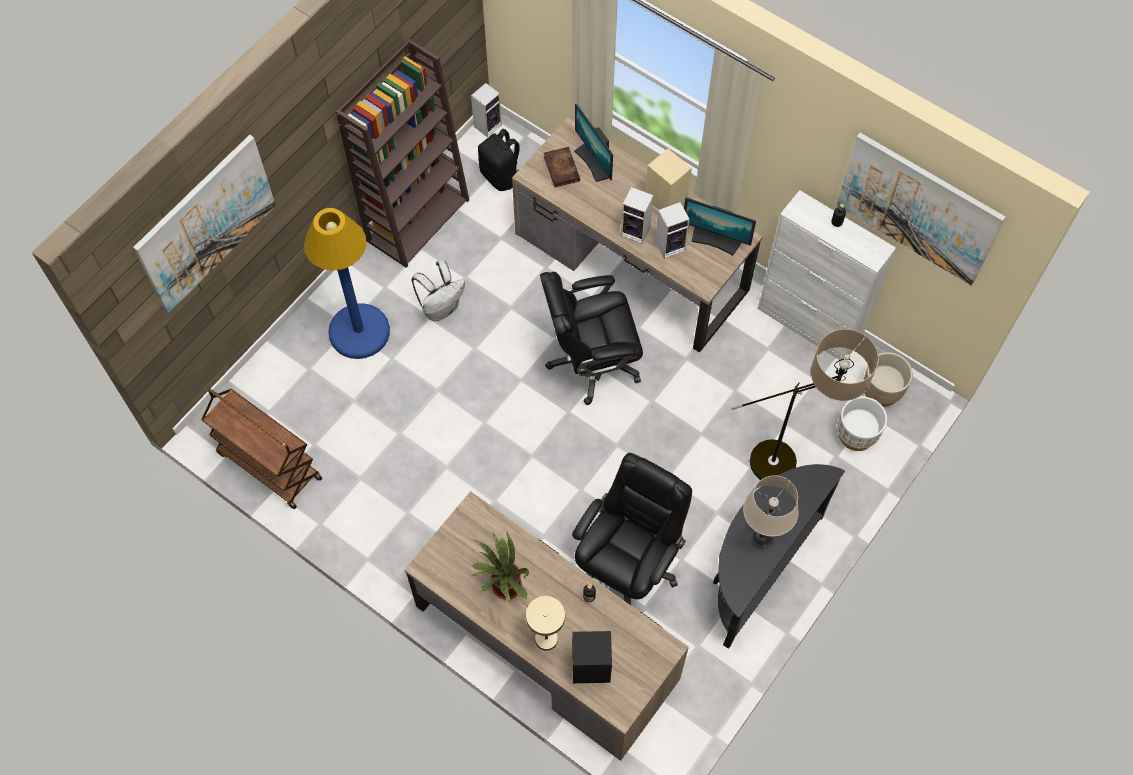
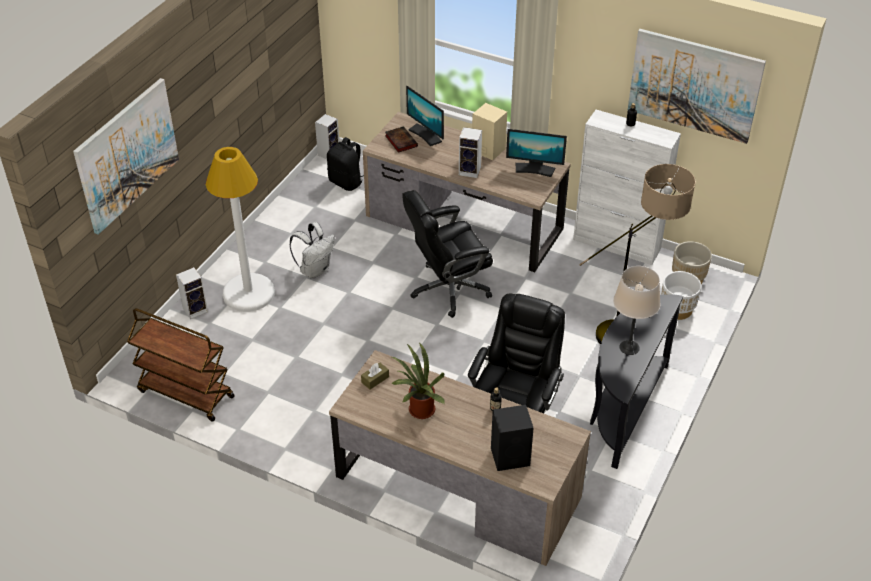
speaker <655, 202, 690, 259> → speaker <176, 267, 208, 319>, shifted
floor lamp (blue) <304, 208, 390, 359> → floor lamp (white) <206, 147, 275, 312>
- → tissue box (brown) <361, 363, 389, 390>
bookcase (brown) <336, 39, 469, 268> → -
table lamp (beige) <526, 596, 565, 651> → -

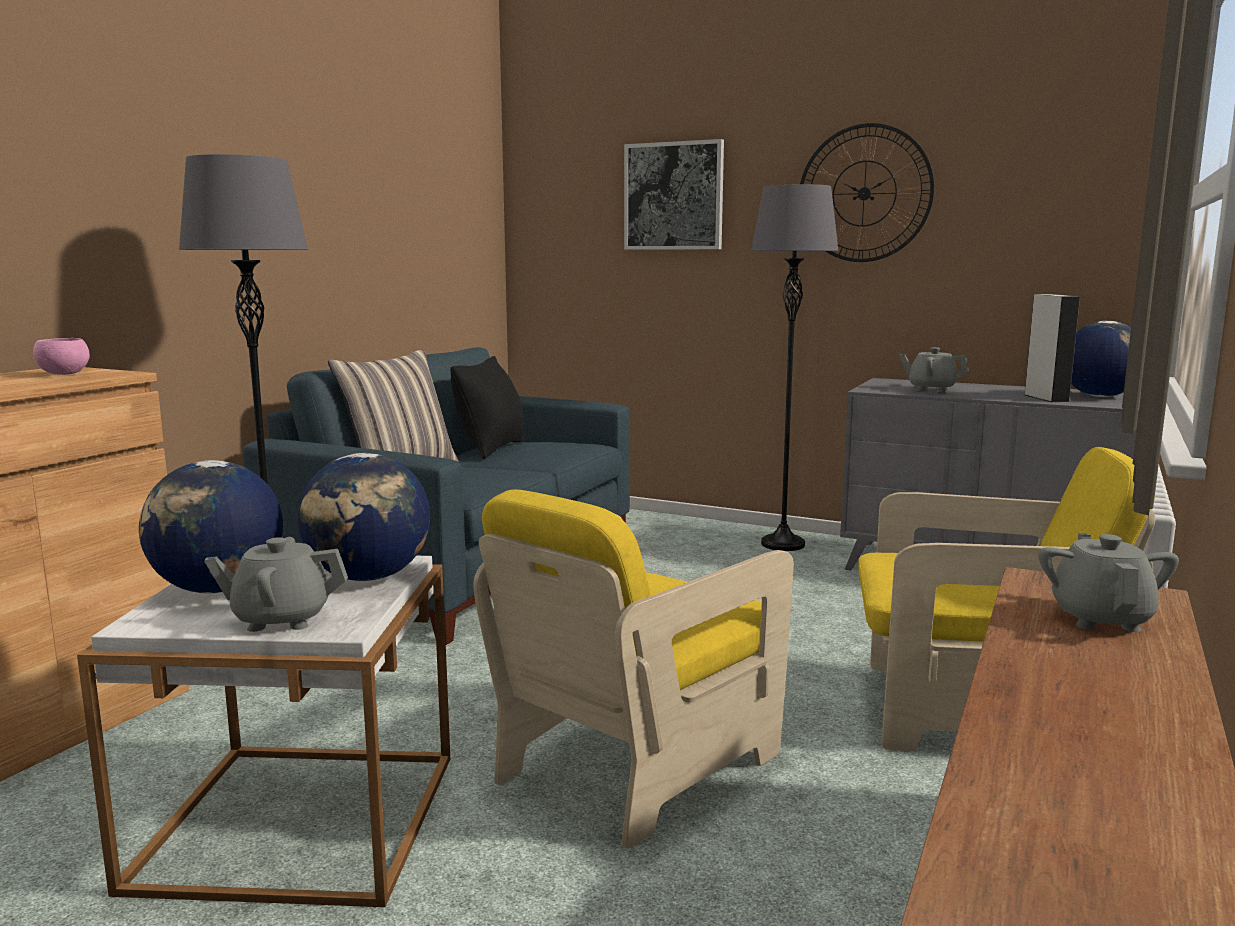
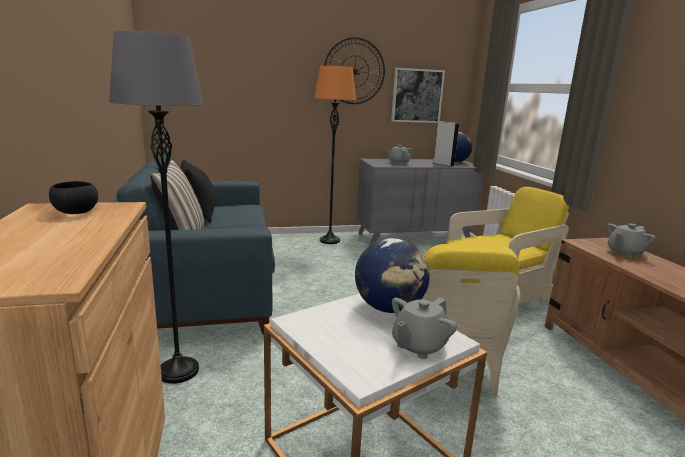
bowl (pink) <33, 338, 90, 375> → bowl (black) <49, 181, 98, 214>
floor lamp (grey) <751, 184, 839, 551> → floor lamp (orange) <314, 66, 356, 244>
picture <624, 139, 724, 250> → picture <391, 68, 445, 123>, shifted
teapot (grey) <1038, 533, 1179, 632> → teapot (grey) <607, 223, 656, 258>, 90 degrees counterclockwise
globe <139, 460, 283, 593> → -

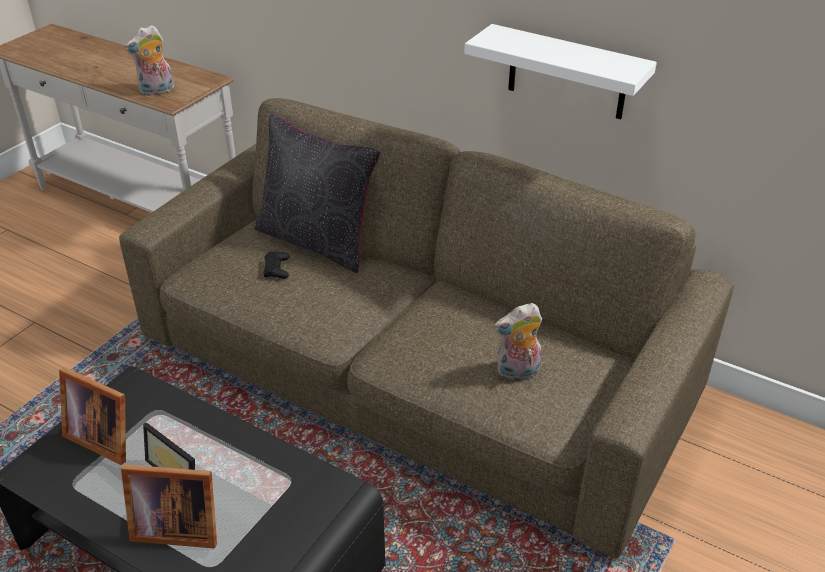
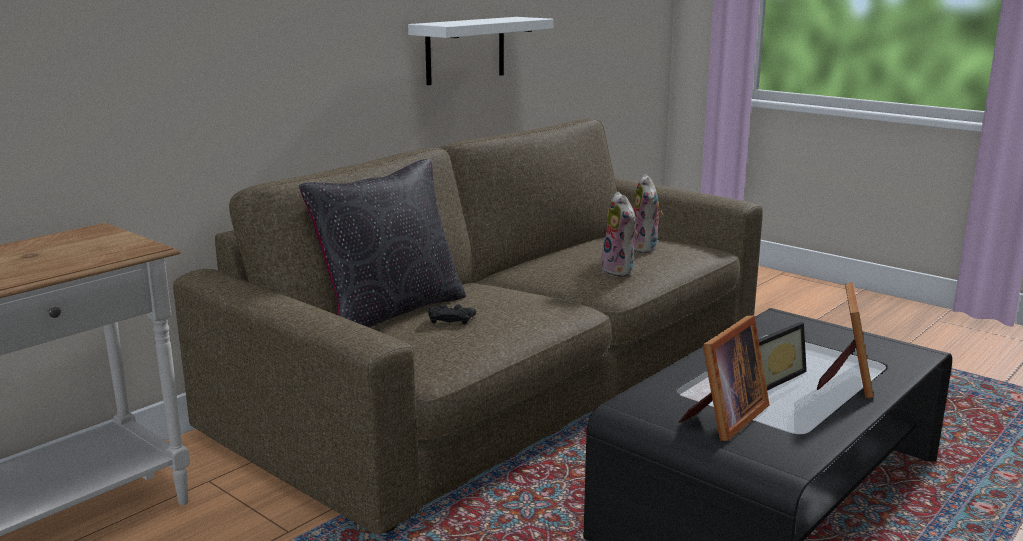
plush toy <124, 25, 174, 96> → plush toy <601, 192, 638, 277>, shifted

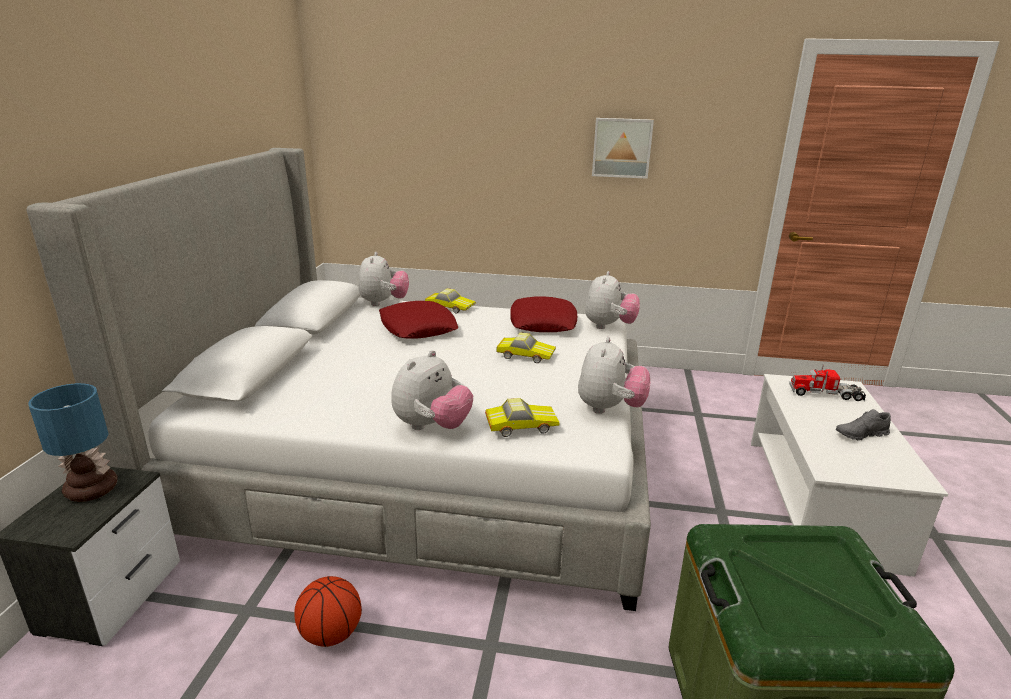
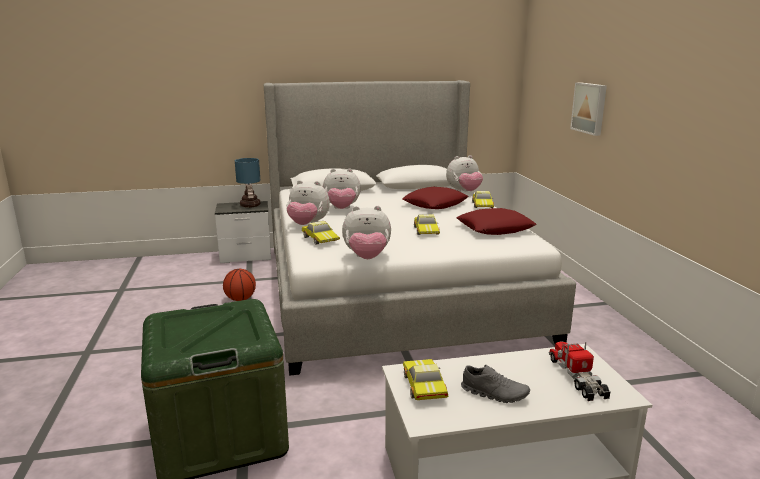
plush toy <585, 271, 640, 329> → plush toy <323, 168, 361, 209>, shifted
- → toy car <403, 359, 448, 400>
shoe (grey) <836, 409, 891, 440> → shoe (grey) <461, 365, 530, 403>, 150 degrees clockwise
picture <592, 118, 654, 179> → picture <570, 82, 607, 136>, shifted

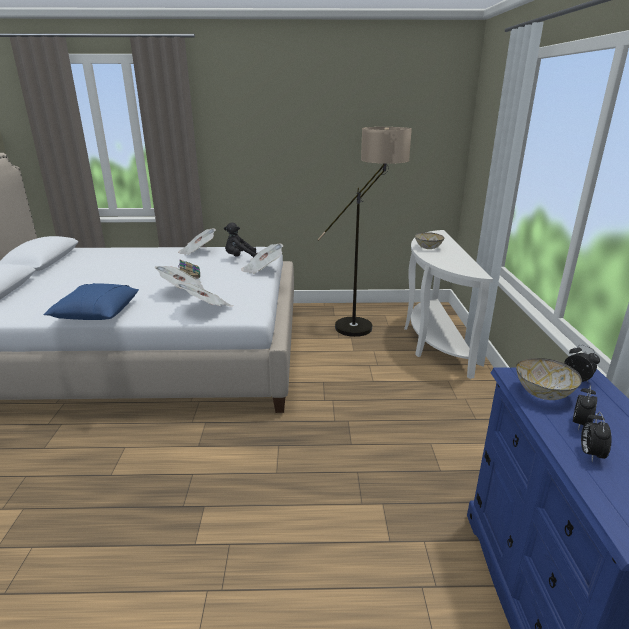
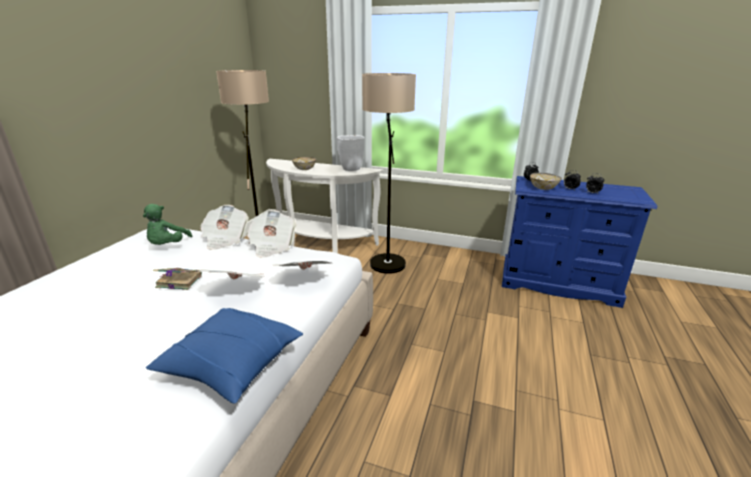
plush toy (black) <224, 223, 257, 257> → plush toy (green) <143, 204, 192, 245>
newspaper <178, 228, 216, 255> → newspaper <246, 210, 296, 258>, shifted
- → vase (white) <337, 135, 364, 171>
- → floor lamp <362, 73, 416, 274>

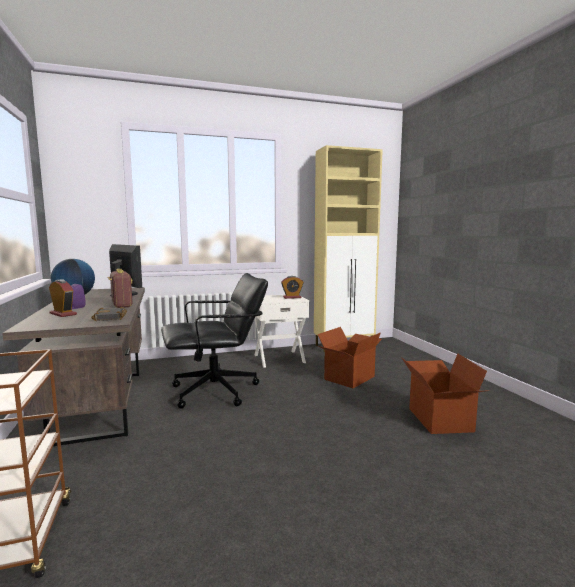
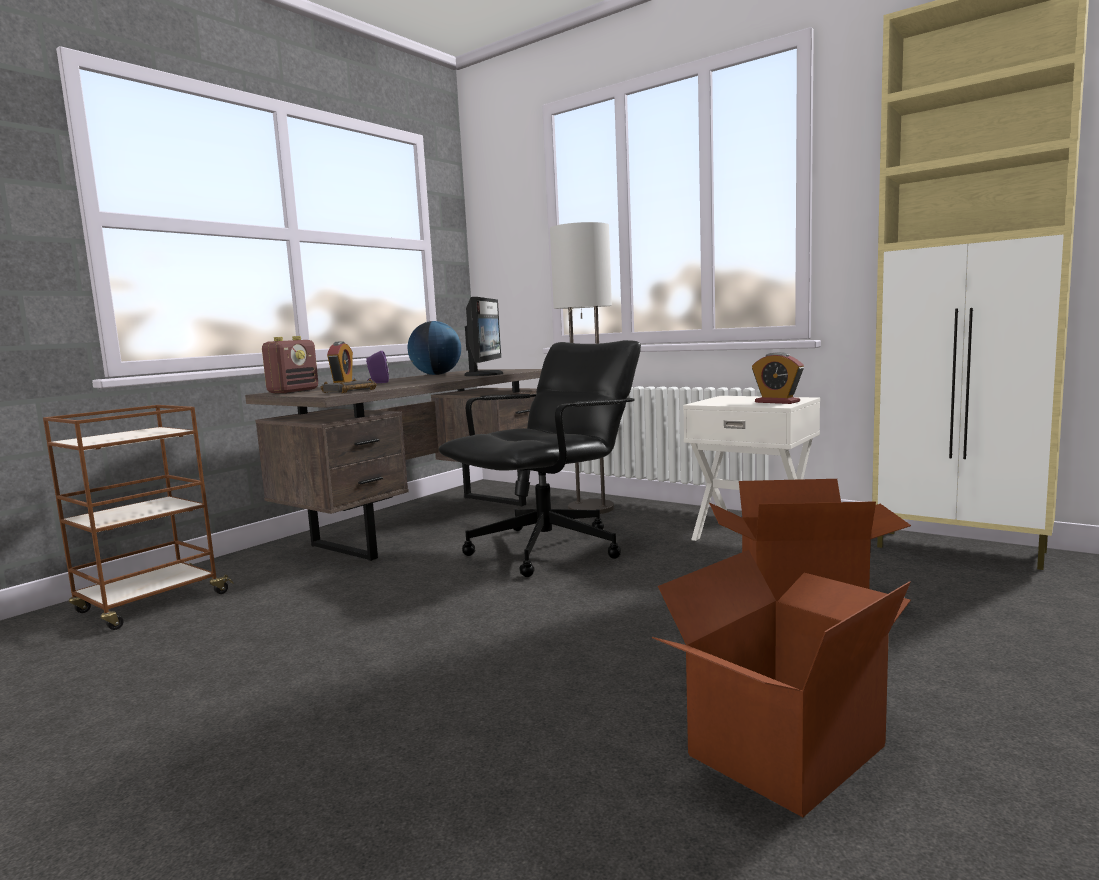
radio <108, 269, 133, 308> → radio <262, 336, 318, 394>, shifted
office chair (black) <161, 273, 268, 409> → office chair (black) <439, 340, 641, 577>, 75 degrees counterclockwise
- → floor lamp <550, 222, 614, 514>

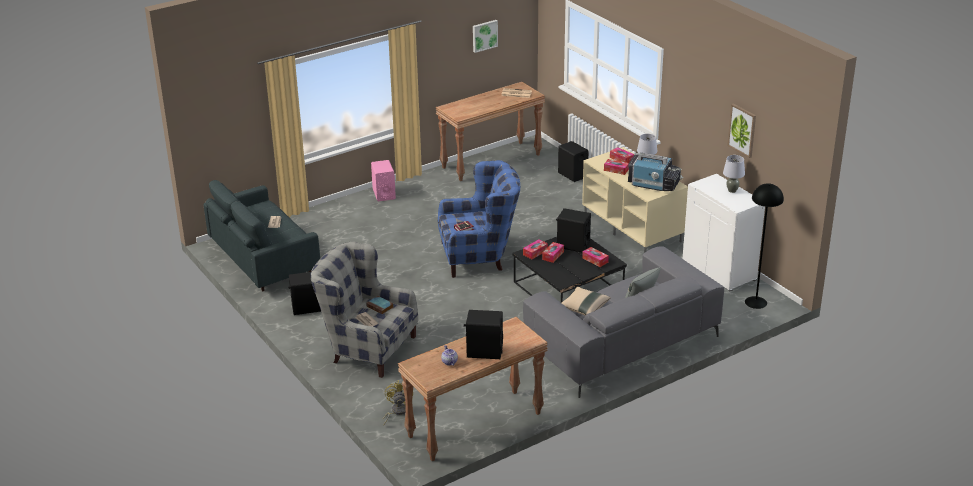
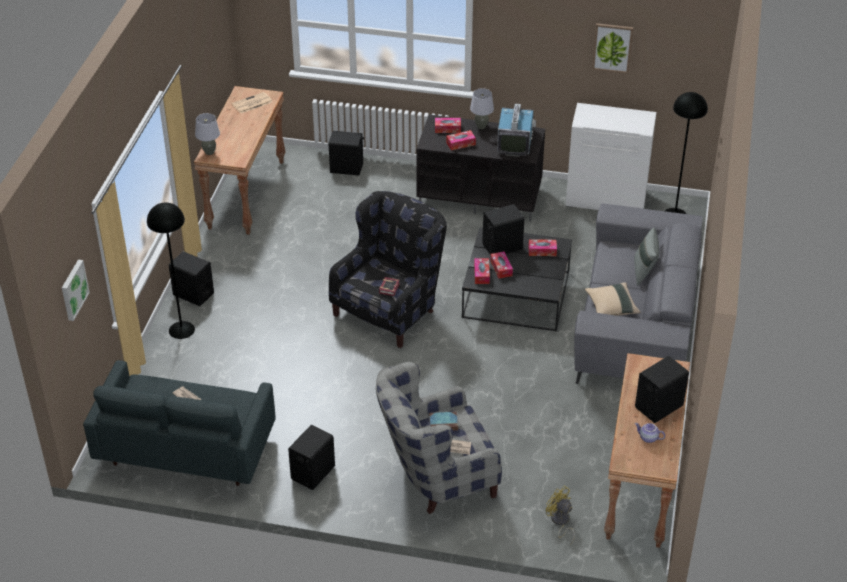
picture <473, 20, 498, 53> → picture <62, 260, 90, 321>, shifted
- → floor lamp (black) <147, 202, 195, 339>
speaker (pink) <371, 160, 396, 201> → speaker (black) <169, 251, 214, 306>
table lamp (grey) <723, 155, 745, 193> → table lamp (grey) <195, 113, 220, 155>, shifted
armchair (blue) <438, 160, 520, 278> → armchair (black) <329, 191, 447, 348>
tv stand (beige) <582, 147, 688, 253> → tv stand (black) <416, 114, 545, 222>
television <628, 152, 683, 191> → television <497, 104, 536, 157>, 60 degrees counterclockwise

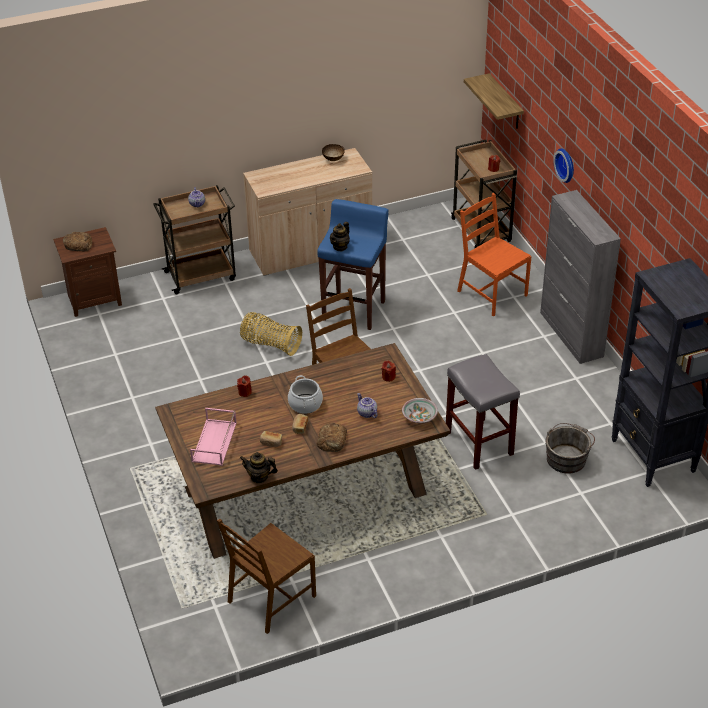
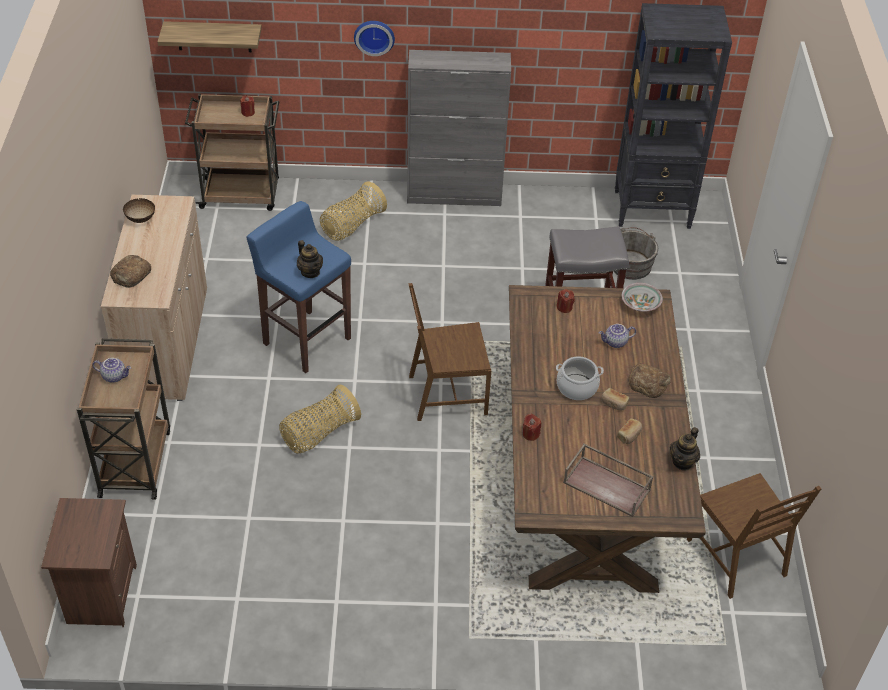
bread <63, 232, 92, 252> → bread <110, 255, 151, 288>, shifted
chair (orange) <457, 193, 532, 317> → basket <320, 181, 387, 241>
tray (pink) <190, 408, 237, 466> → tray (brown) <563, 443, 654, 517>

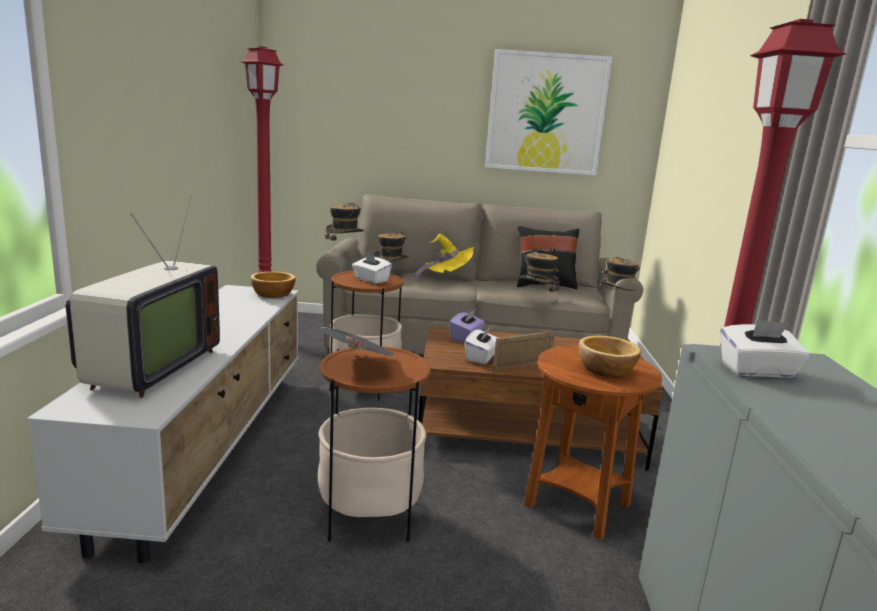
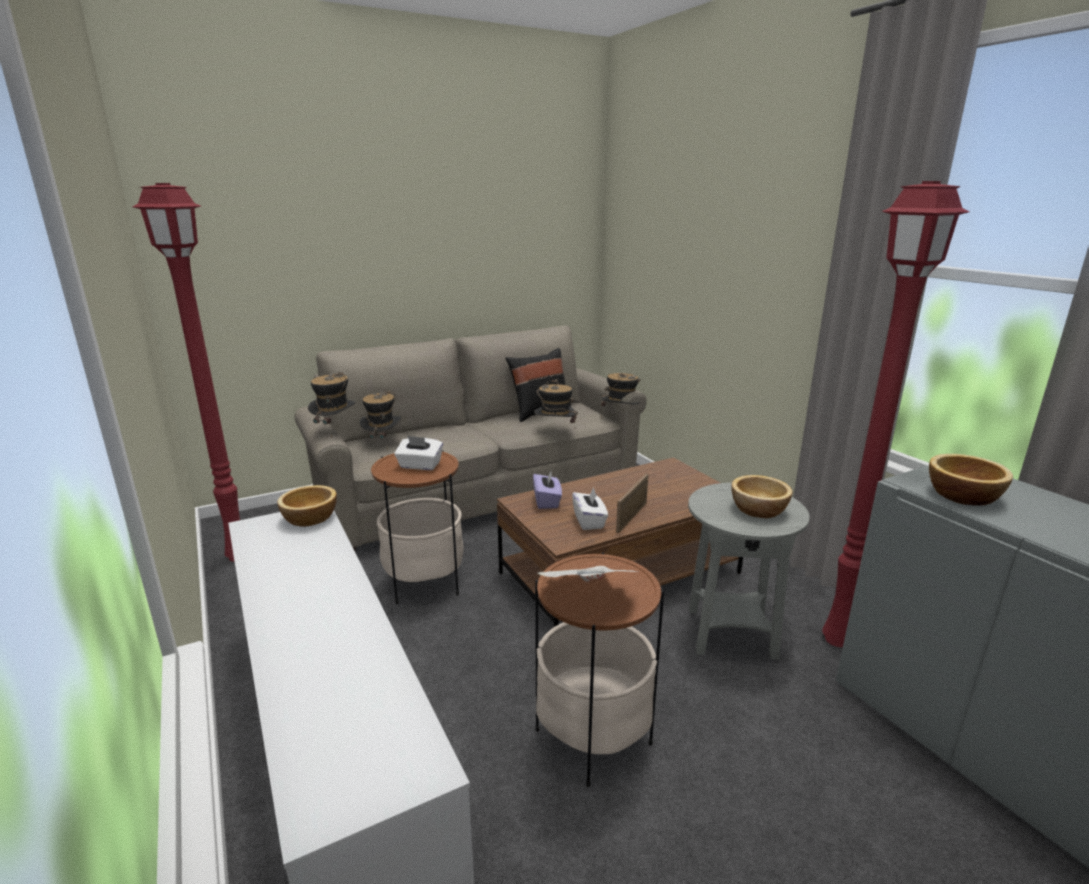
side table (brown) <524, 345, 662, 540> → side table (grey) <688, 483, 810, 660>
tissue box (white) <720, 320, 809, 378> → bowl <929, 454, 1013, 506>
television <66, 196, 220, 398> → -
hat (yellow) <413, 233, 475, 279> → -
picture <485, 49, 612, 175> → -

